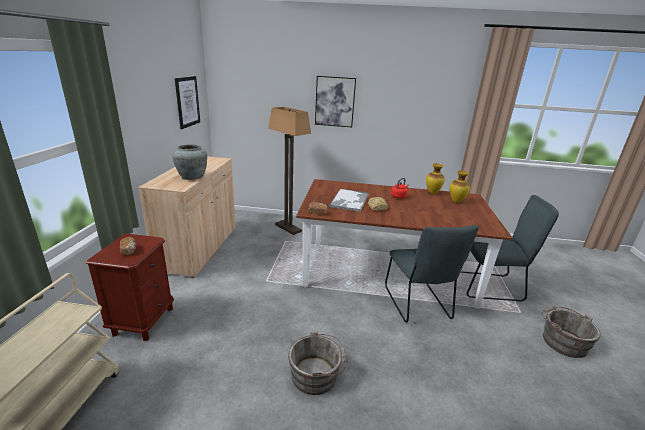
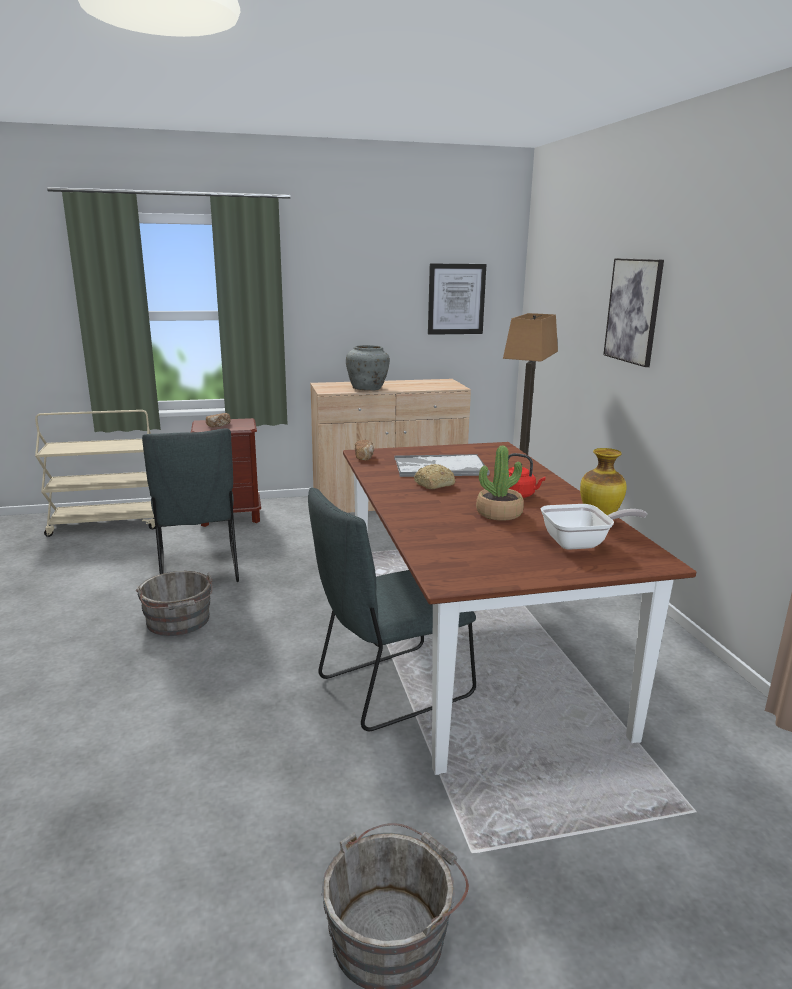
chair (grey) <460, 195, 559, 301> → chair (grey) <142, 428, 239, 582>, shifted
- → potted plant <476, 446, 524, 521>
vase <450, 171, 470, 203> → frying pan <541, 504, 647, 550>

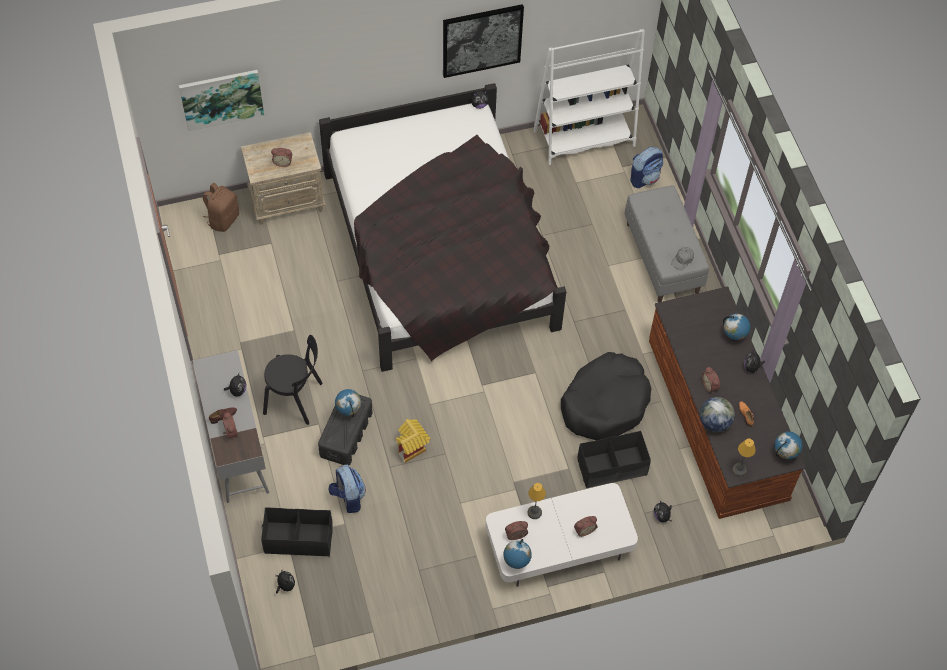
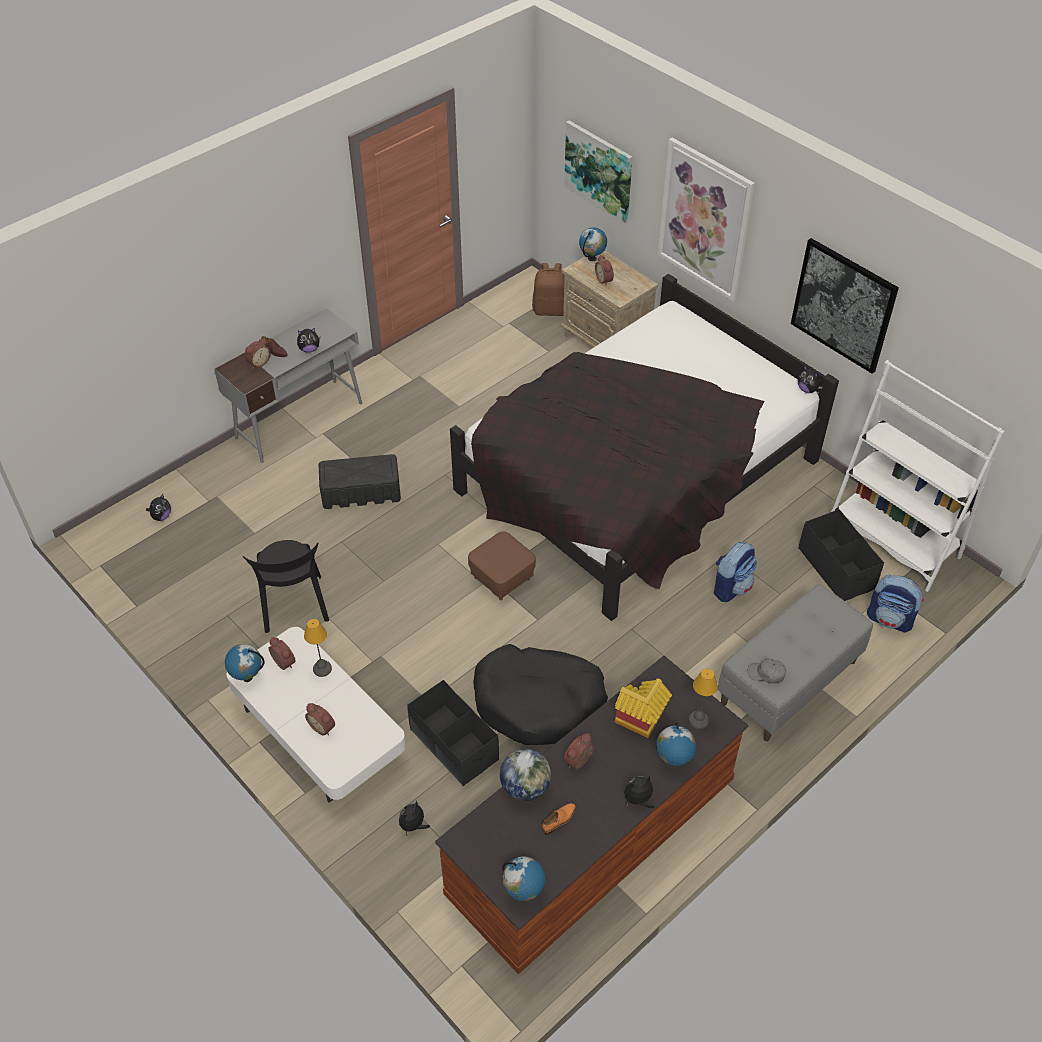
chair (black) <263, 335, 322, 425> → chair (black) <243, 540, 329, 633>, shifted
- → ottoman (brown) <468, 532, 536, 601>
globe <335, 389, 361, 417> → globe <579, 227, 607, 261>, shifted
toy house <396, 419, 430, 463> → toy house <615, 678, 672, 738>, shifted
- → picture <657, 137, 755, 301>
table lamp <732, 439, 756, 476> → table lamp <688, 669, 718, 729>, shifted
backpack <328, 465, 366, 513> → backpack <714, 542, 757, 602>, shifted
storage box (black) <261, 507, 333, 557> → storage box (black) <798, 509, 884, 601>, shifted

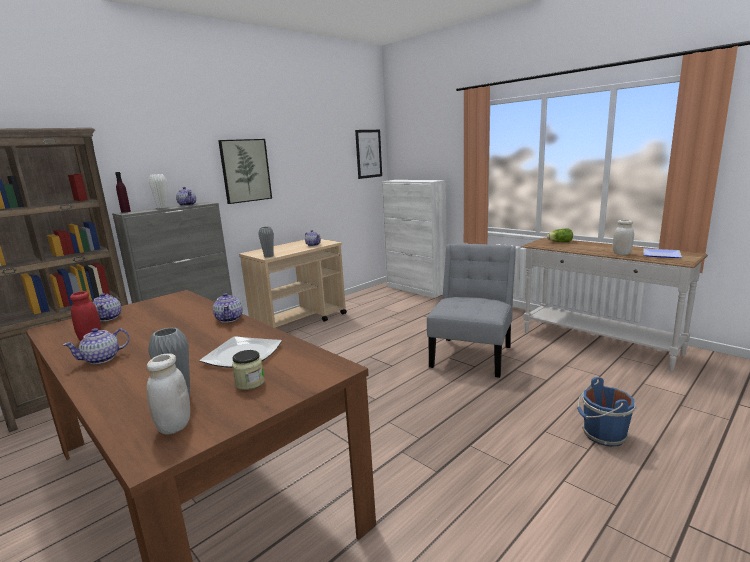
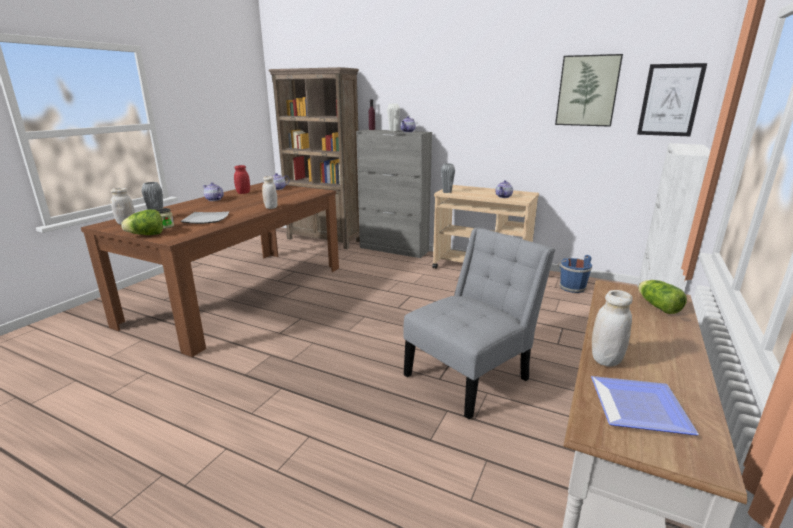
- → lettuce <121, 209, 163, 235>
teapot <213, 293, 243, 323> → jar (white) <262, 176, 278, 209>
chair (grey) <427, 244, 516, 378> → chair (grey) <403, 227, 555, 419>, 45 degrees counterclockwise
picture <218, 139, 272, 204> → picture <555, 54, 623, 127>, shifted
bucket (blue) <577, 377, 637, 447> → bucket (blue) <558, 255, 592, 293>, shifted

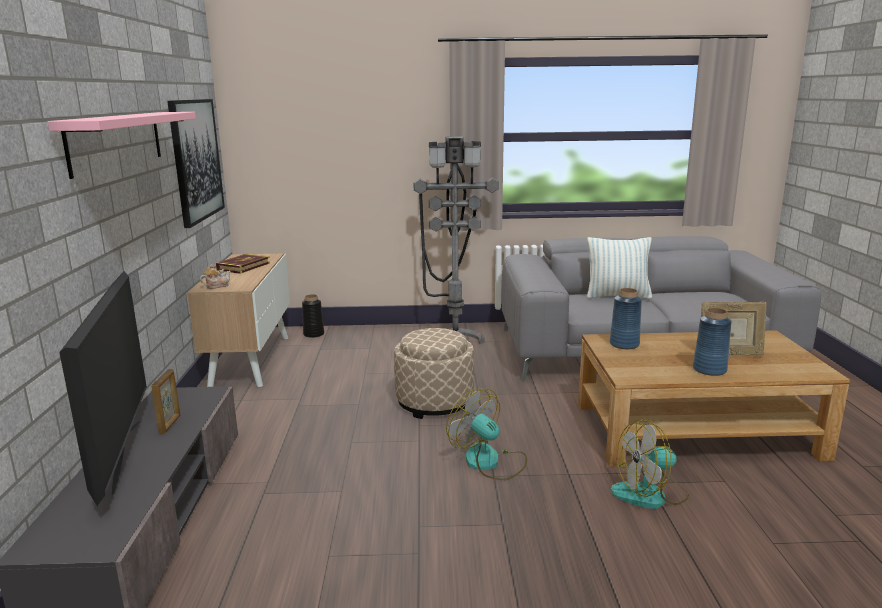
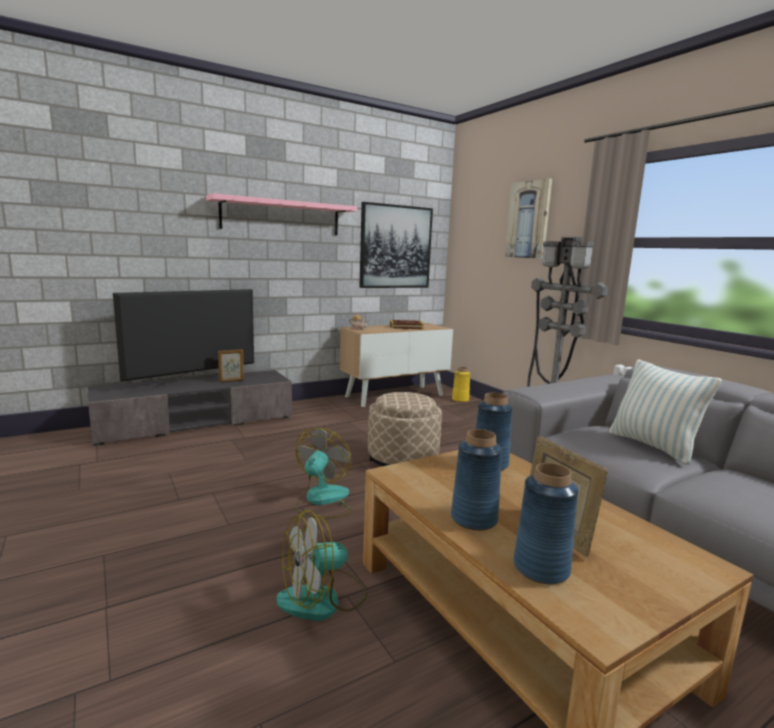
fan <611, 419, 689, 509> → fan <276, 510, 367, 621>, 75 degrees counterclockwise
vase (black) <302, 294, 324, 338> → vase (yellow) <452, 367, 470, 402>
- → picture <505, 178, 552, 259>
- → vase (blue) <514, 463, 579, 585>

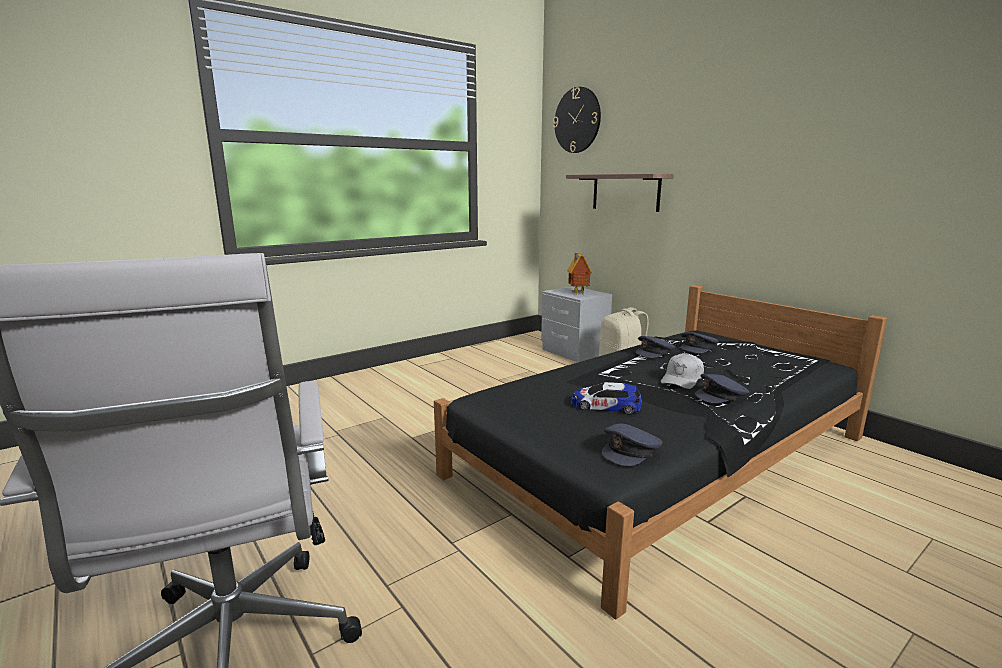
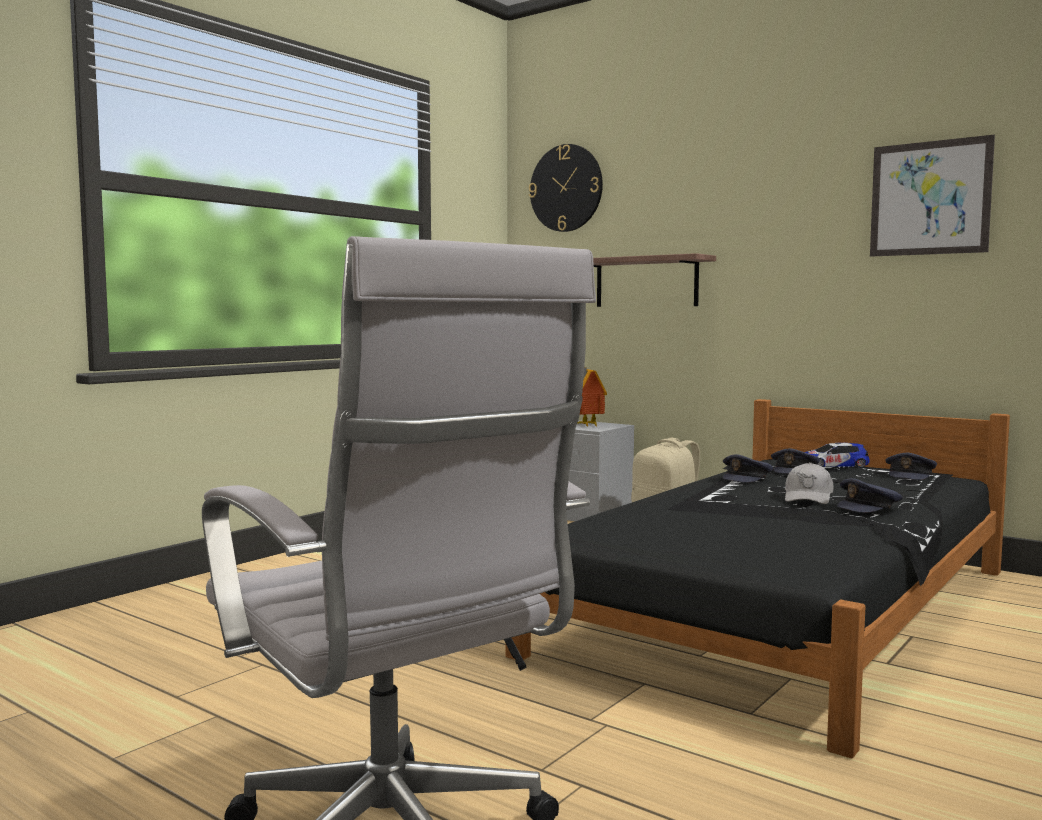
toy car <571, 382, 642, 415> → toy car <805, 443, 869, 468>, shifted
- → picture <870, 135, 995, 257>
cap (grey) <602, 424, 663, 466> → cap (grey) <885, 452, 937, 480>, shifted

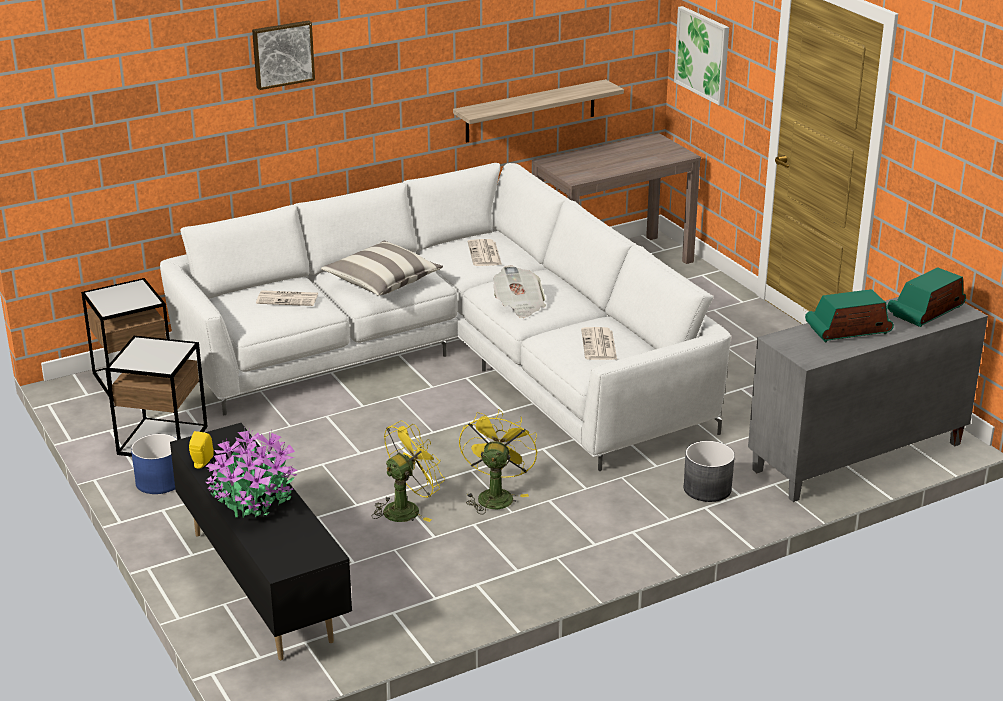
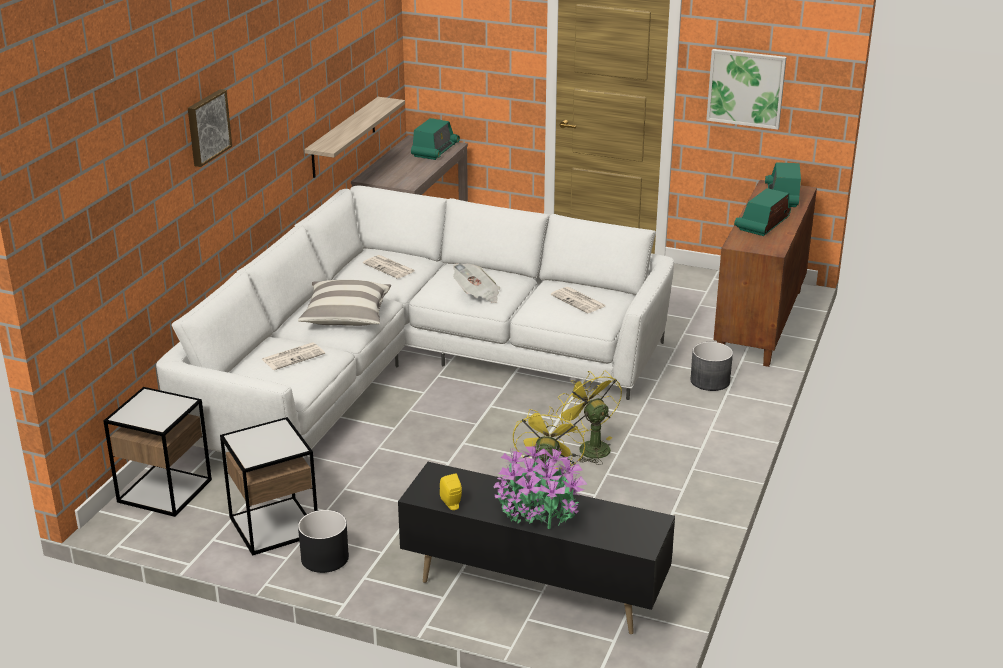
planter (blue) <131, 434, 178, 494> → planter (black) <298, 510, 349, 573>
- → radio <411, 118, 460, 160>
picture <674, 6, 729, 105> → picture <706, 49, 787, 130>, shifted
cabinet (grey) <748, 297, 988, 502> → cabinet (brown) <714, 180, 817, 367>

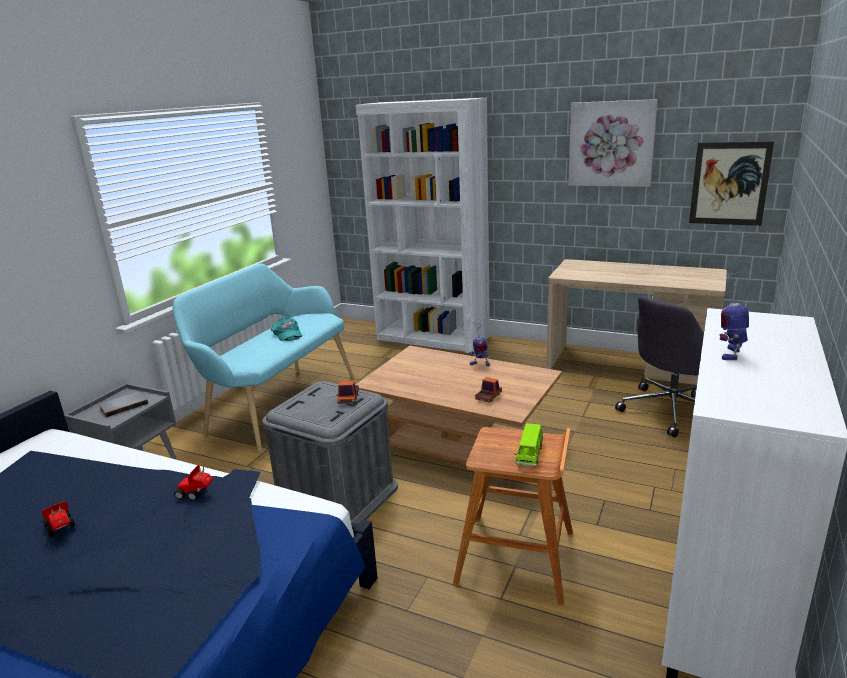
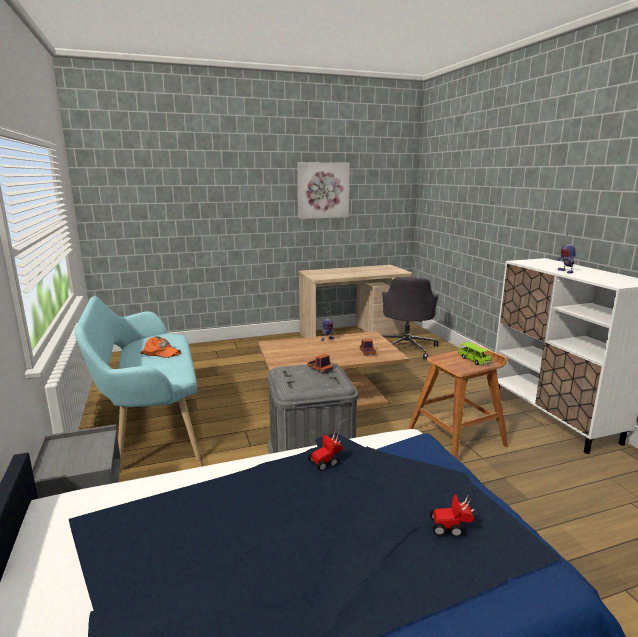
cap (turquoise) <271, 316, 302, 341> → cap (orange) <140, 337, 181, 358>
toy car <42, 502, 75, 537> → toy car <430, 494, 475, 536>, shifted
book (grey) <99, 391, 148, 417> → -
bookcase (white) <356, 98, 490, 353> → -
picture <689, 142, 774, 226> → -

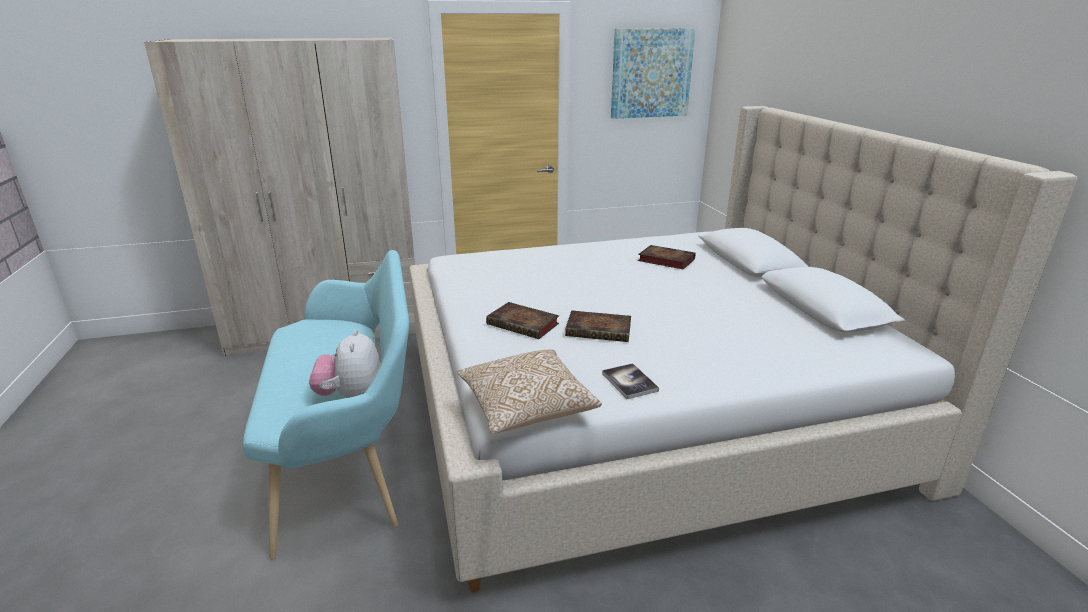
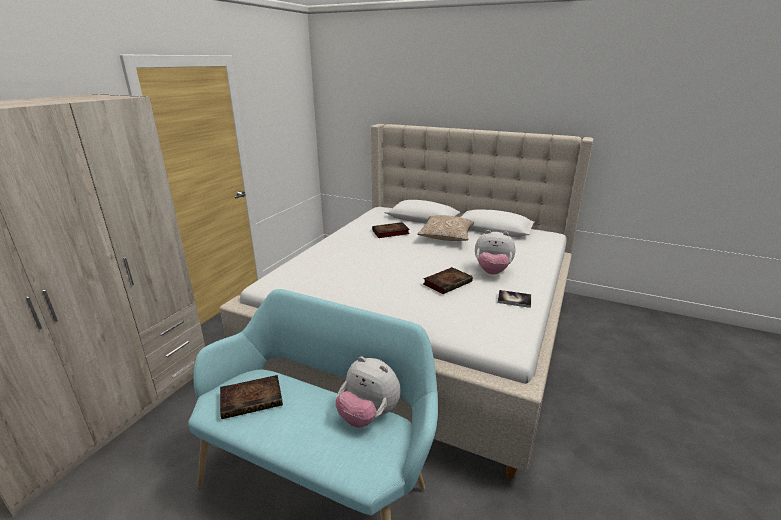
book <486, 302, 559, 339> → book <220, 375, 283, 419>, shifted
pillow <457, 350, 602, 434> → pillow <417, 215, 474, 241>, shifted
- → plush toy <475, 230, 516, 275>
picture <611, 28, 696, 119> → -

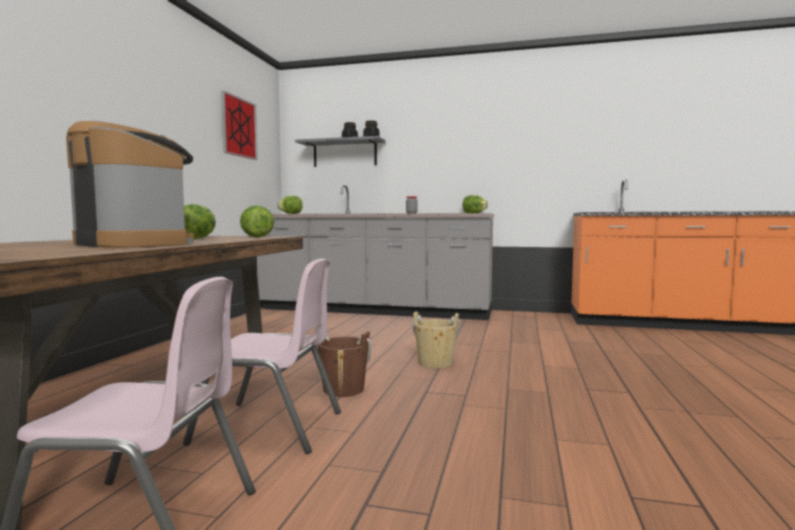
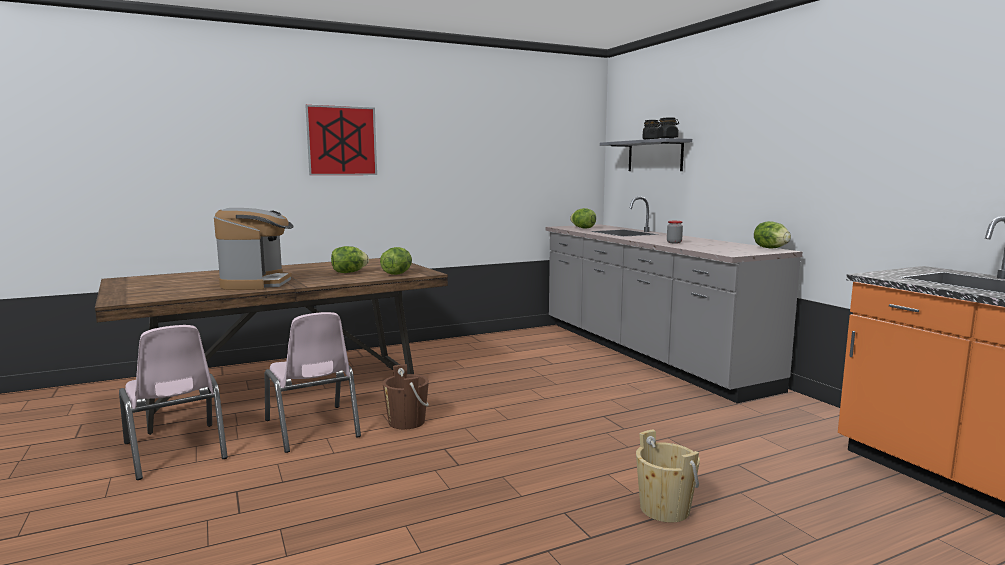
picture <221, 91, 258, 160> → picture <305, 105, 377, 175>, shifted
bucket (beige) <412, 312, 460, 368> → bucket (beige) <636, 429, 700, 522>, shifted

